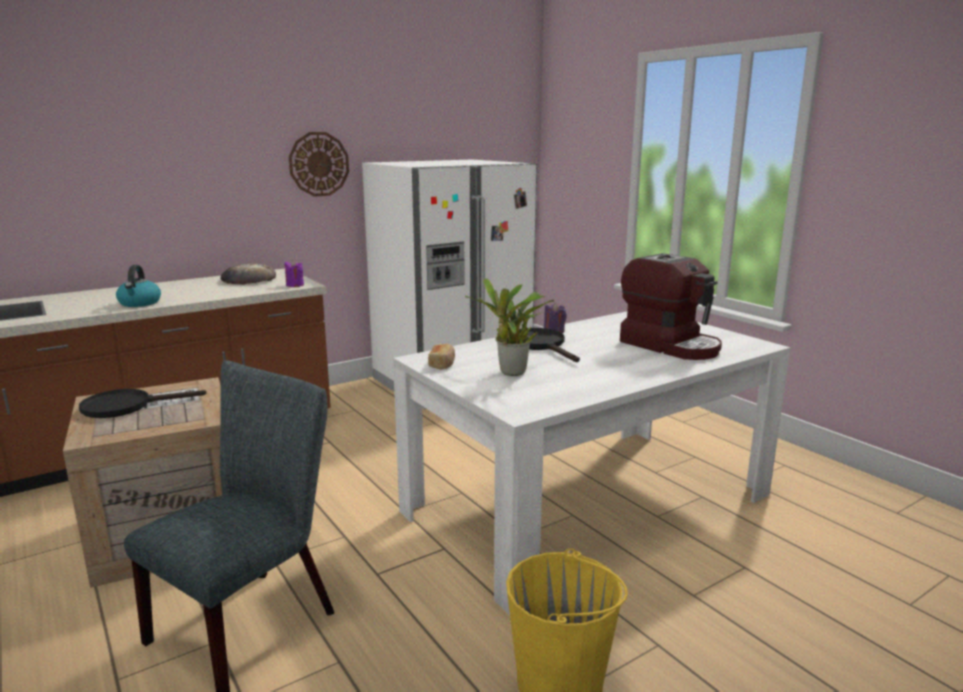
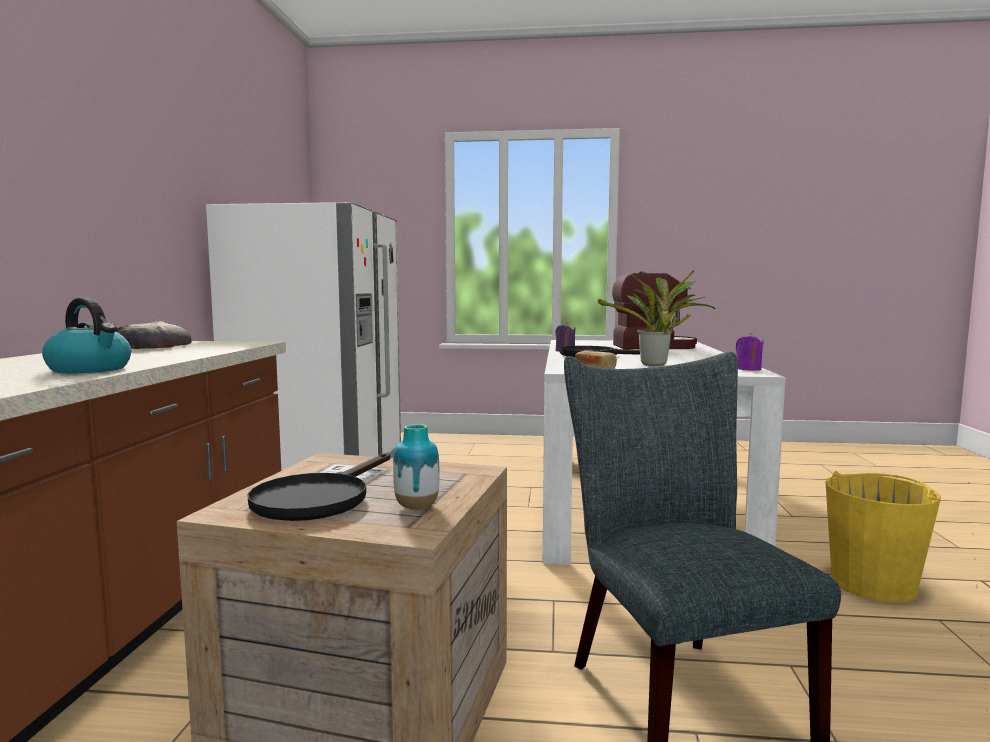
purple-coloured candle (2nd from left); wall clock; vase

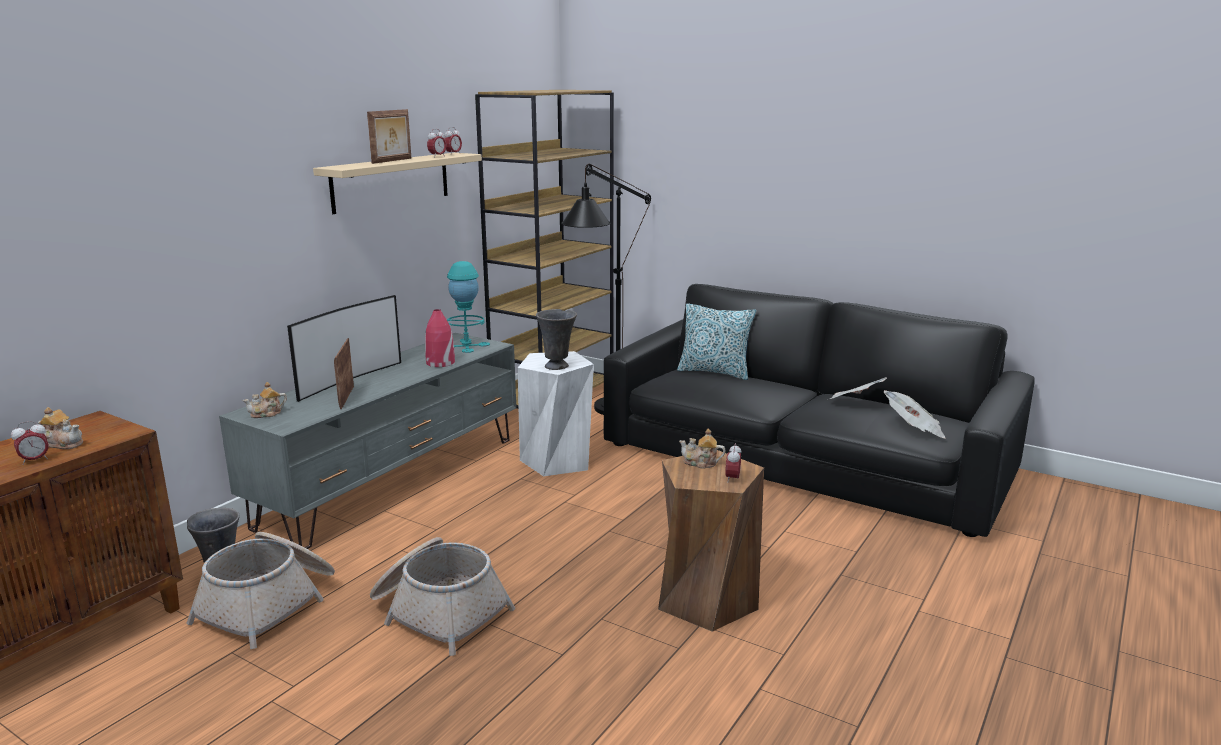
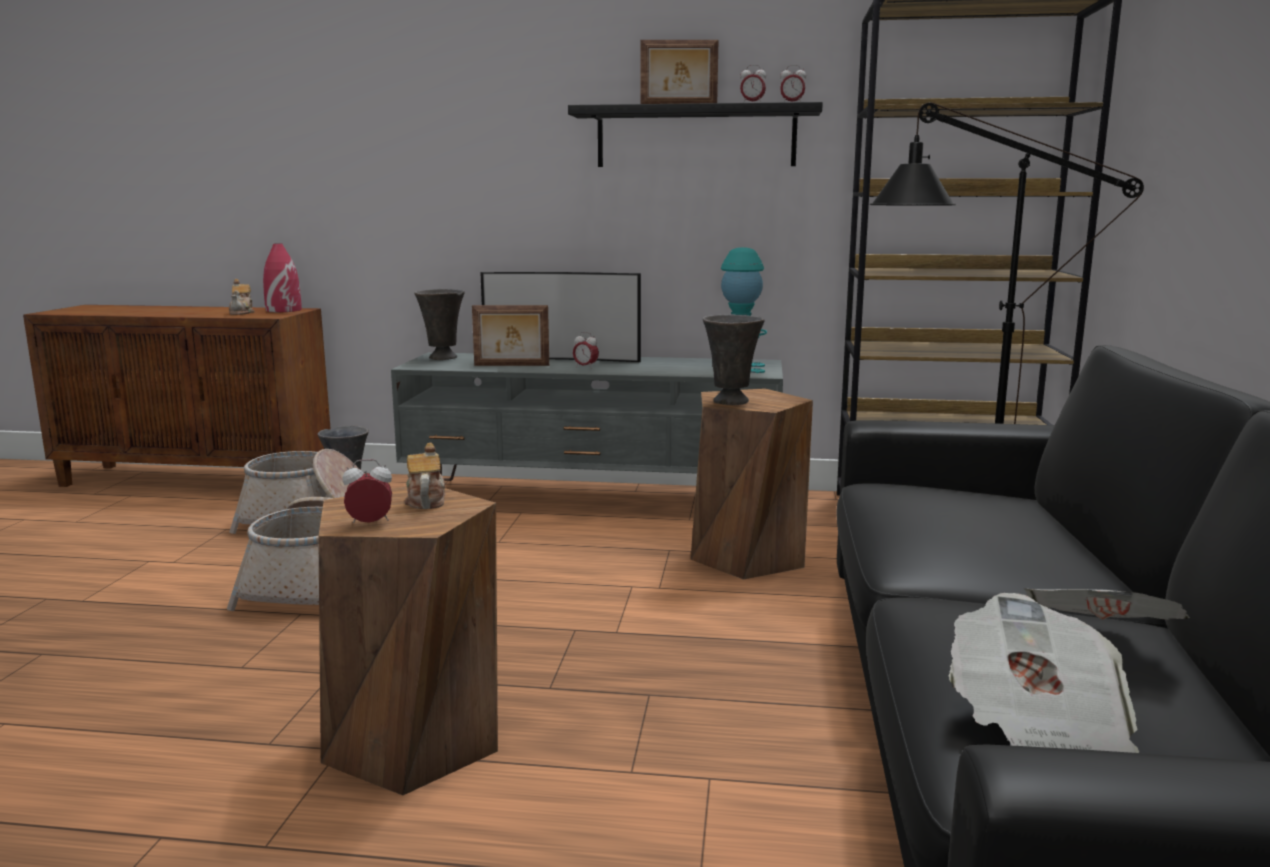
bedside clock (2nd from left); greyish vase (2nd from left); black wall shelf; standing frame (1st from left); reddish vase; brownish stool (2nd from left); cushion

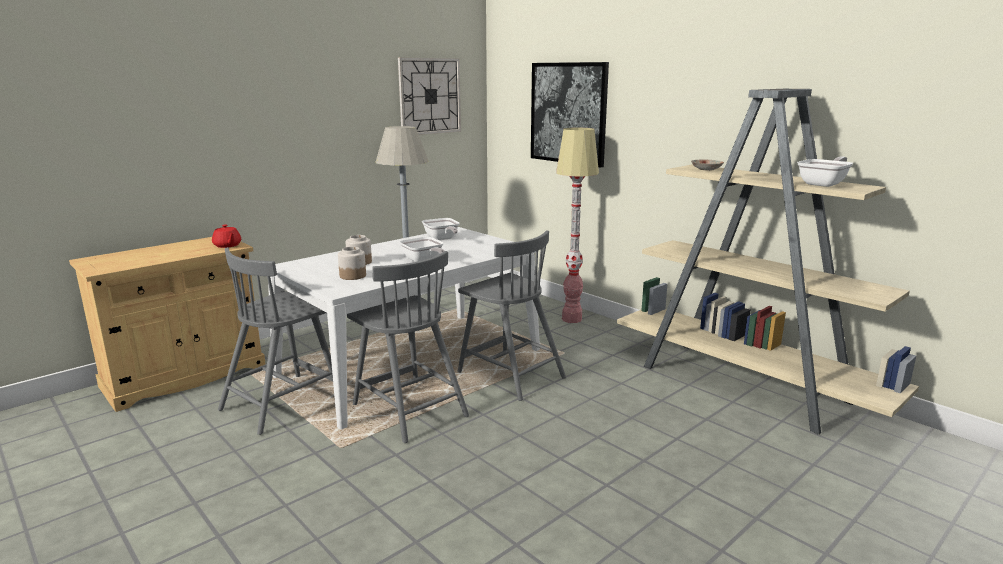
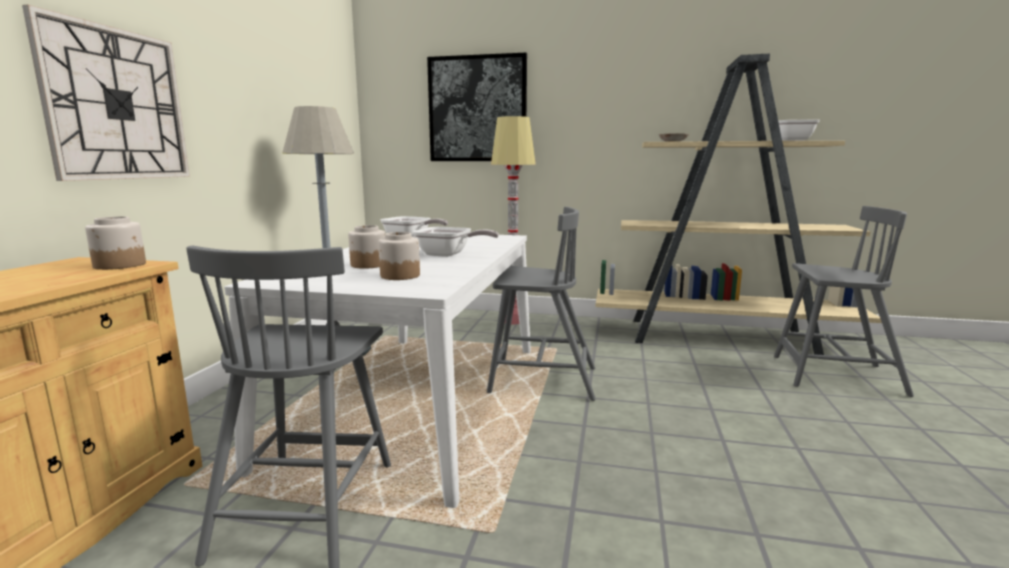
jar (1st from left); greyish plain chair (3rd from left); wall clock

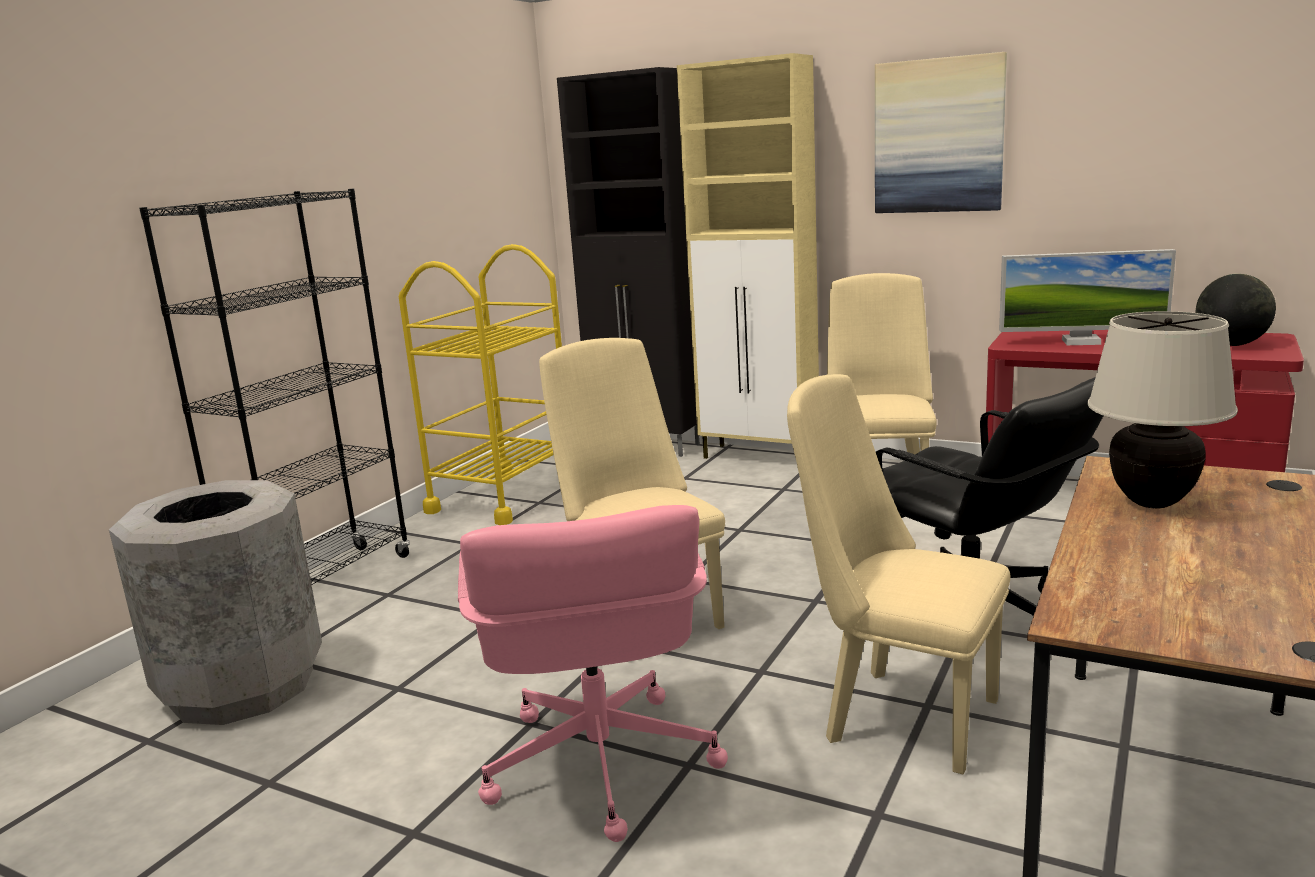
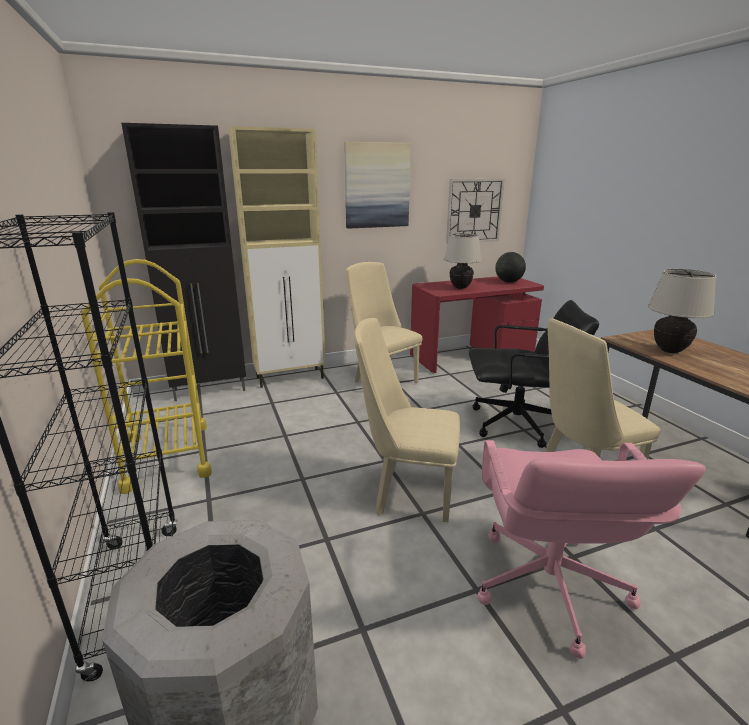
pink computer chair; beige lamp for a table (1st from left); wall clock

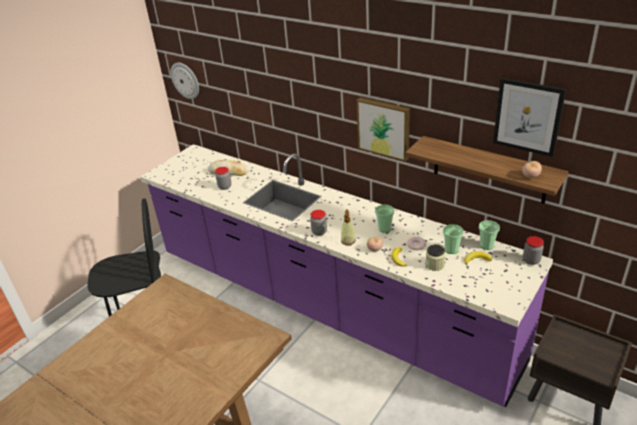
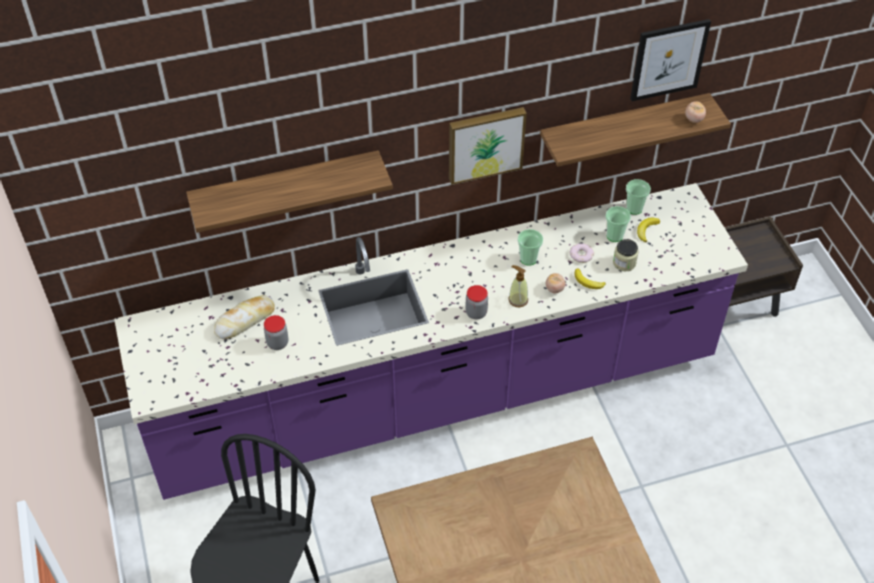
wall clock; jar (4th from left in the first image); wall shelf (1st from left)

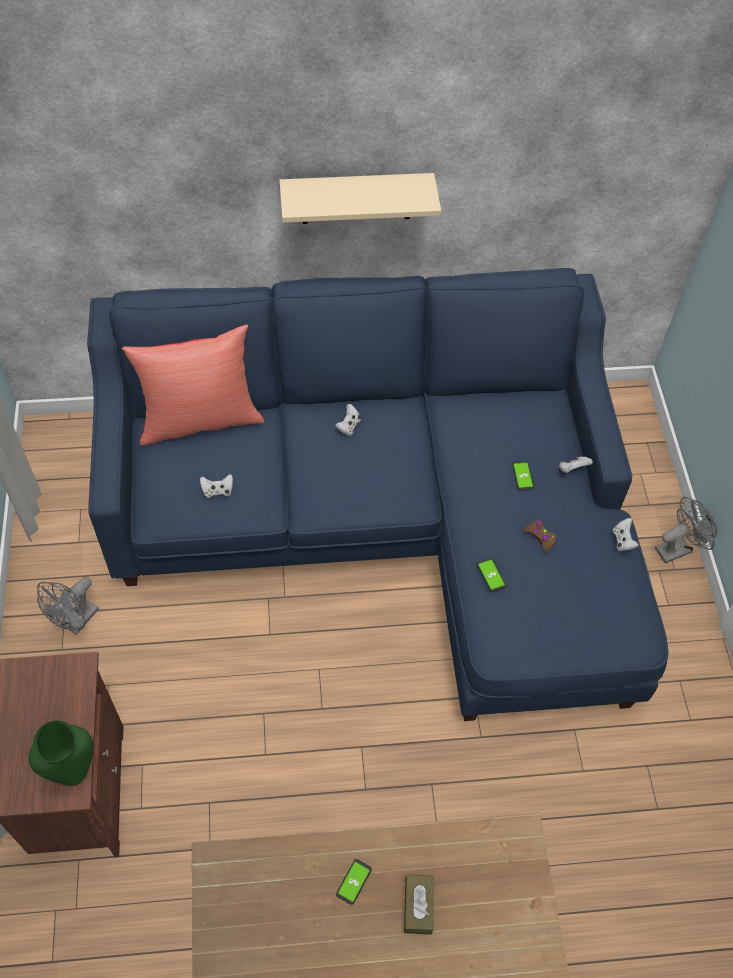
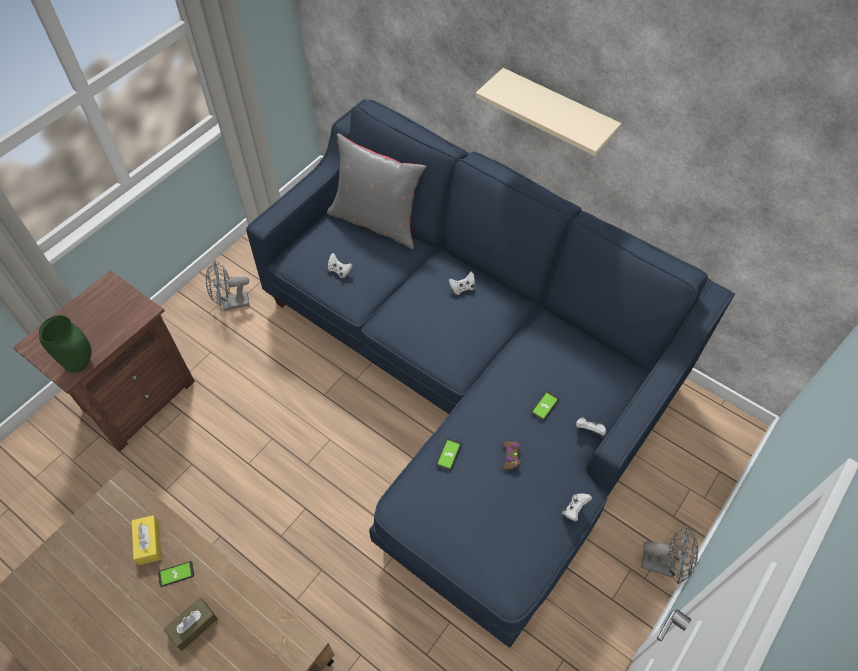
greyish cushion; yellow-coloured box of tissues

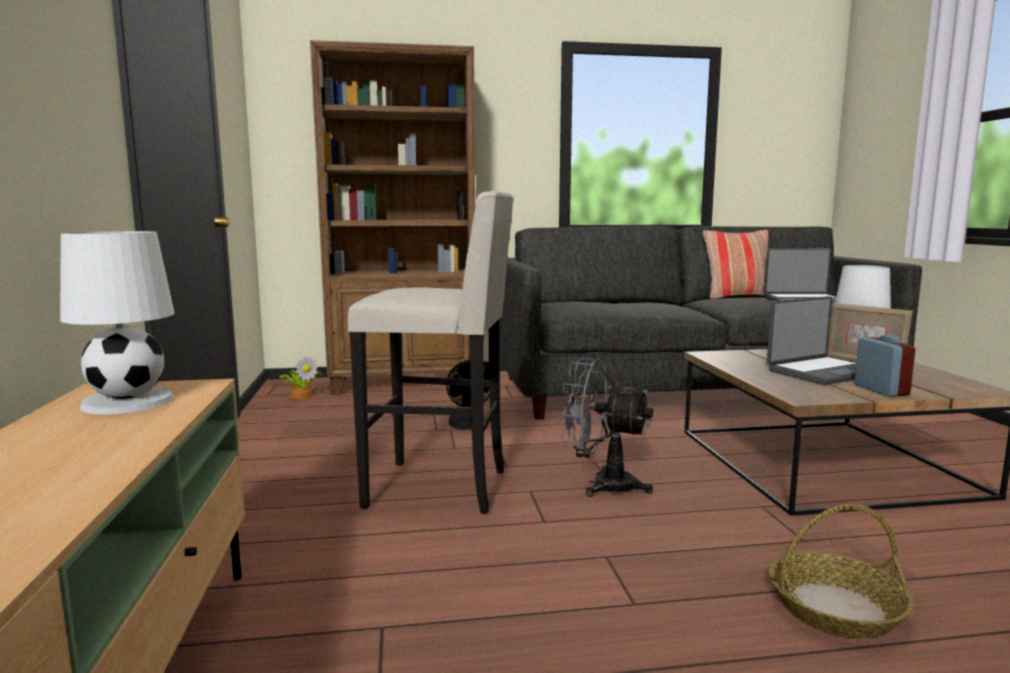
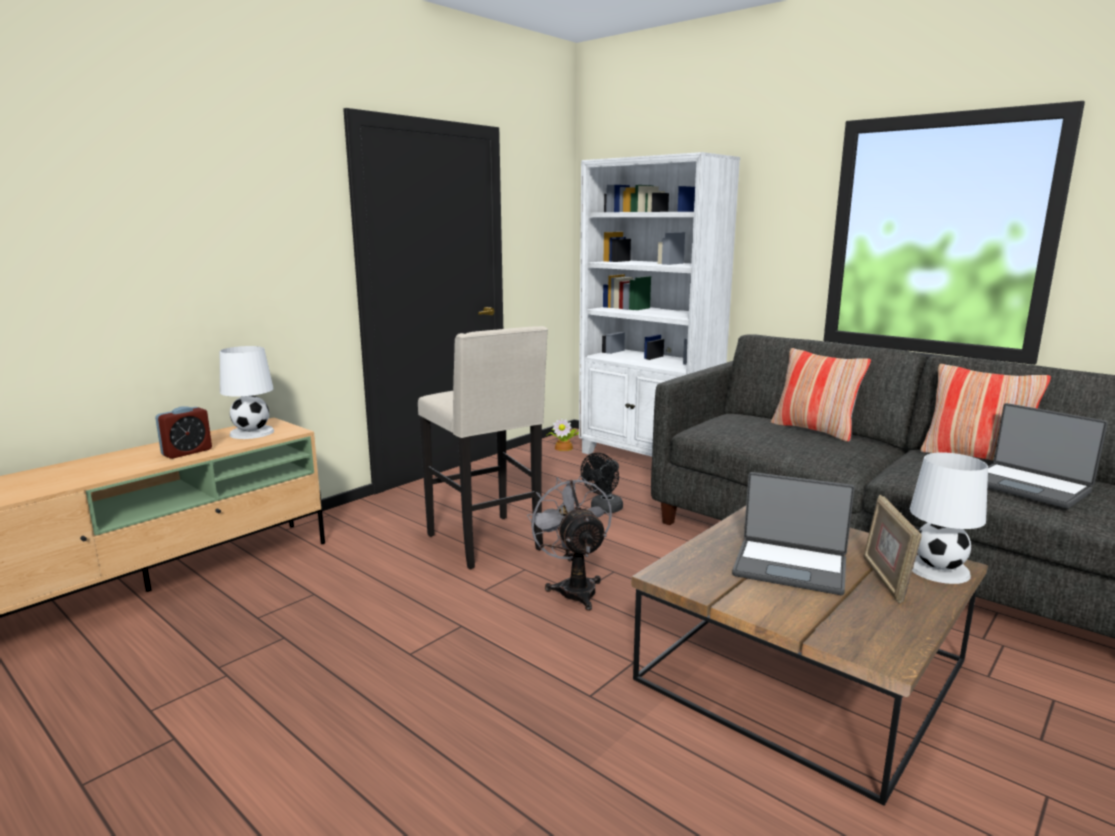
whitish bookshelf; basket; bedside clock; cushion (1st from left)

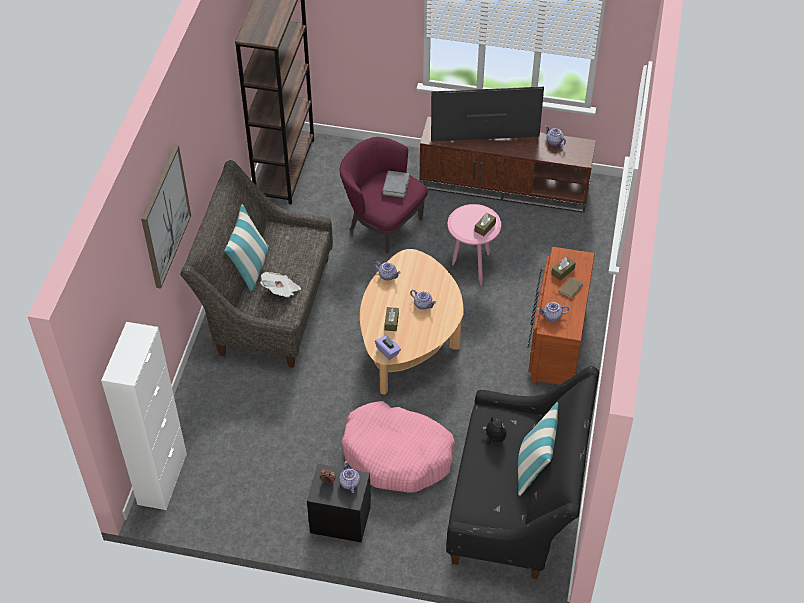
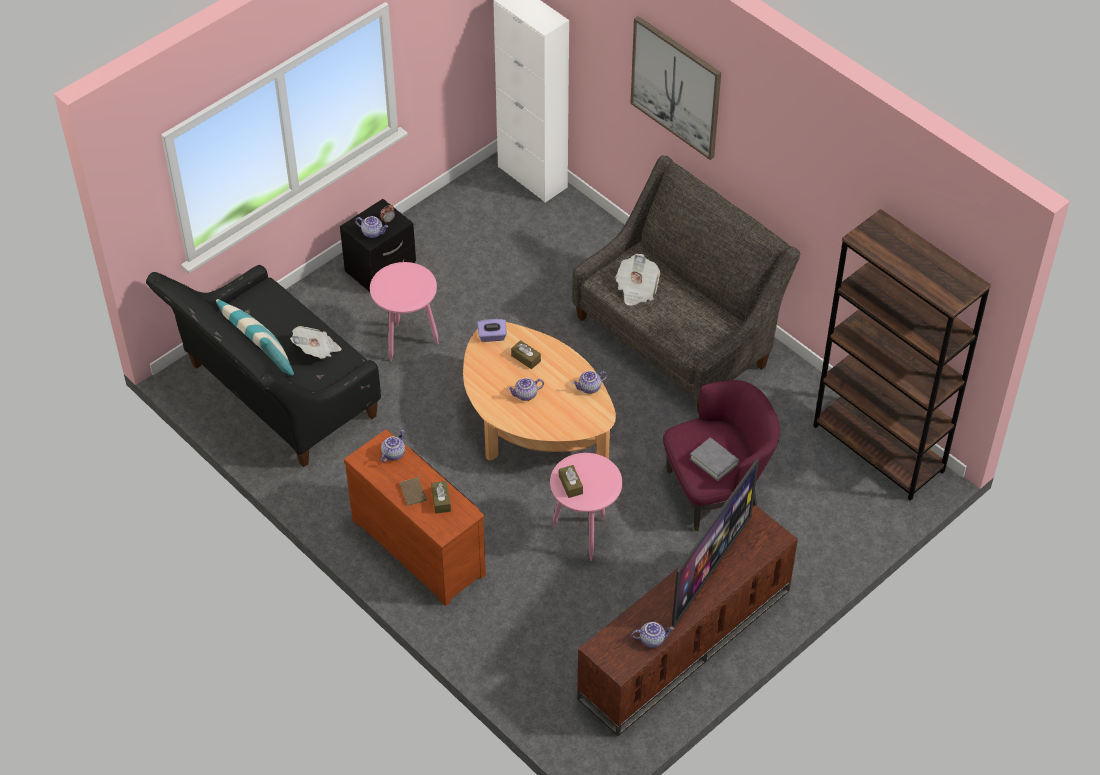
cushion (1st from left in the first image); pink end table (1st from left); daily paper (1st from left)

